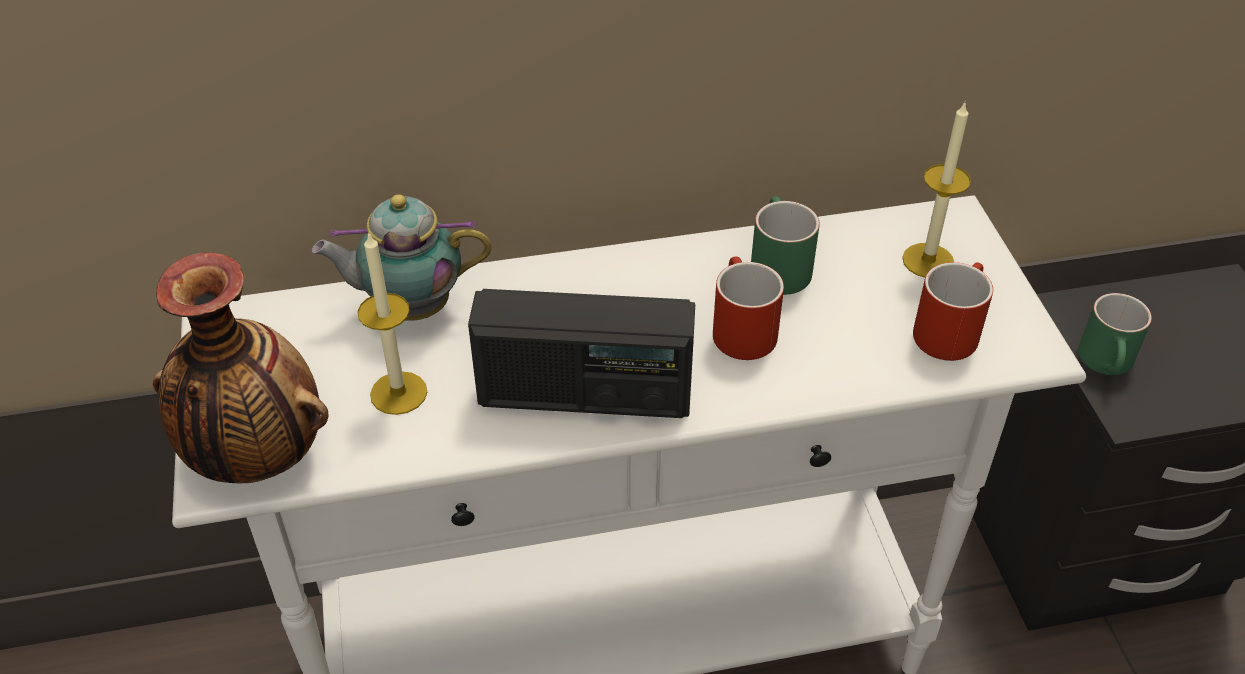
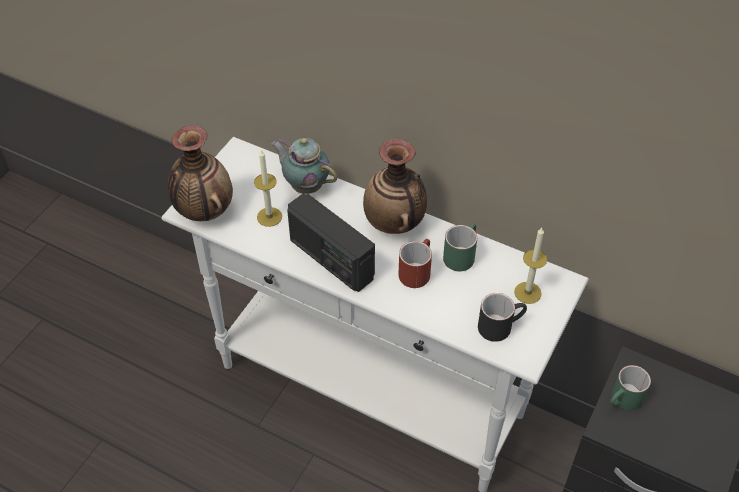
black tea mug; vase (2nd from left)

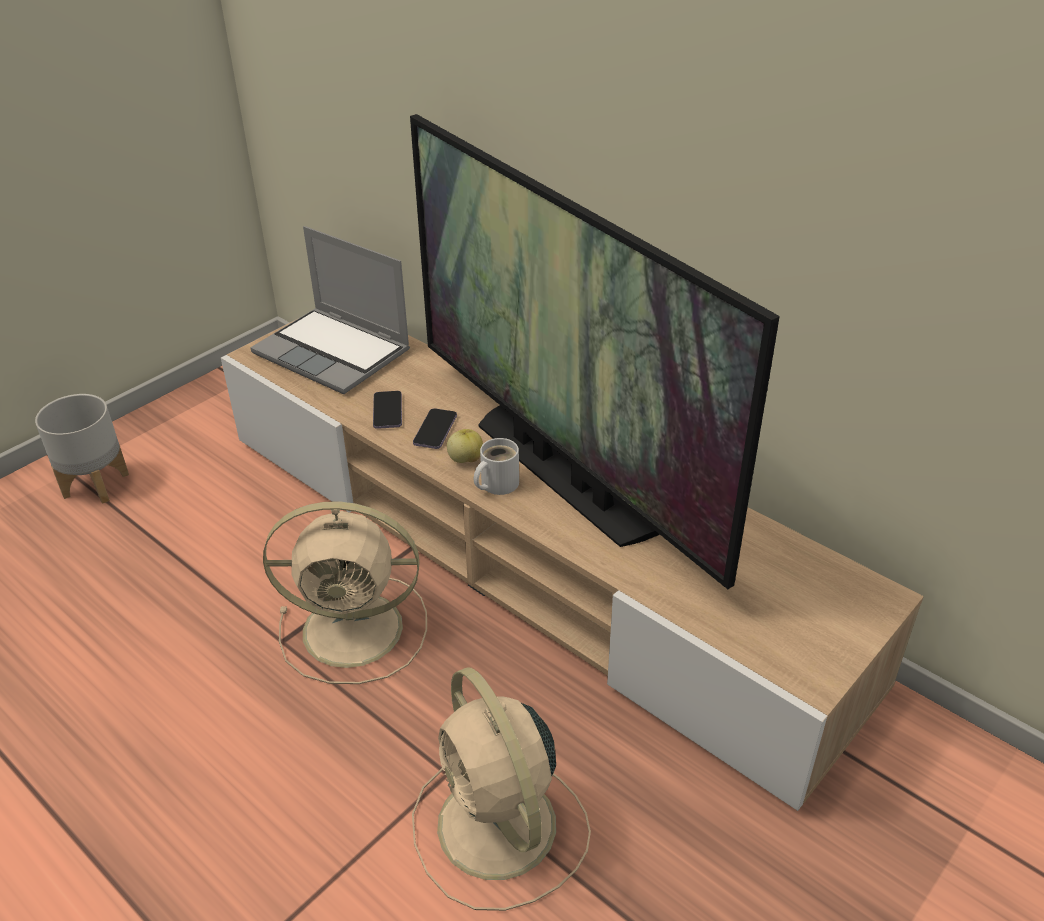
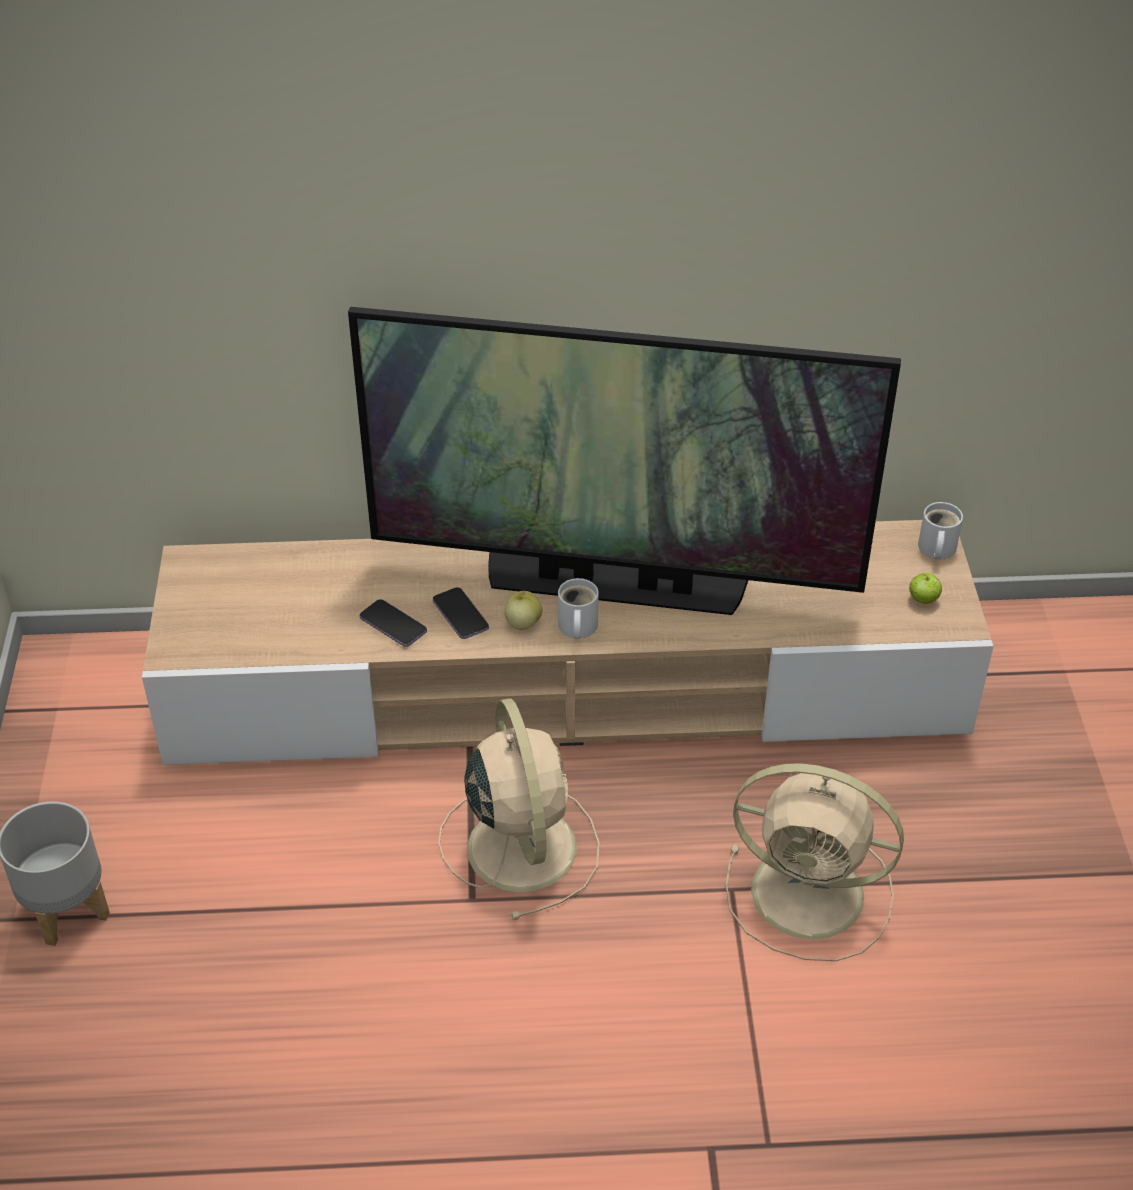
laptop; beige fan (1st from left); whole apple (2nd from left); whitish tea mug (2nd from left)

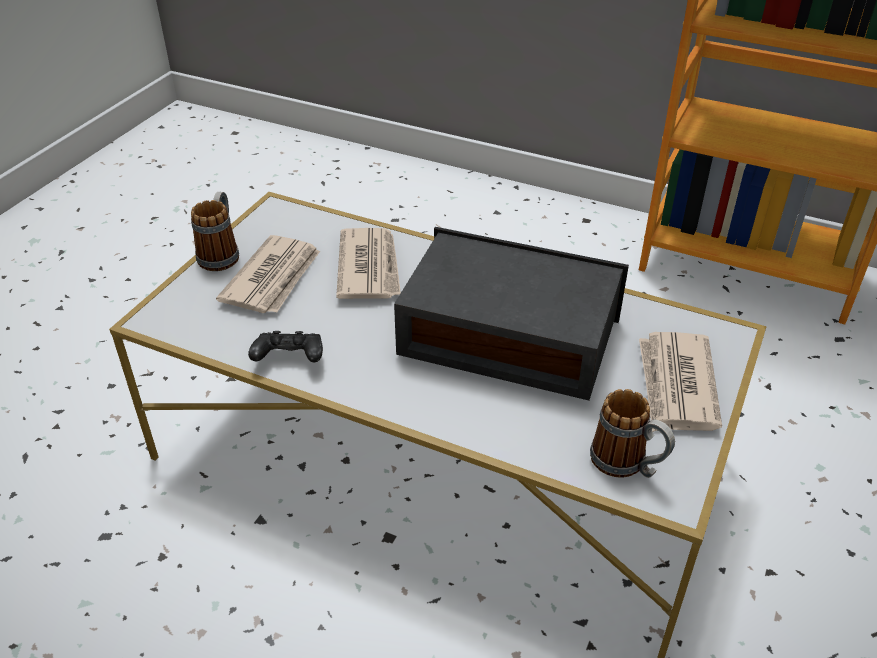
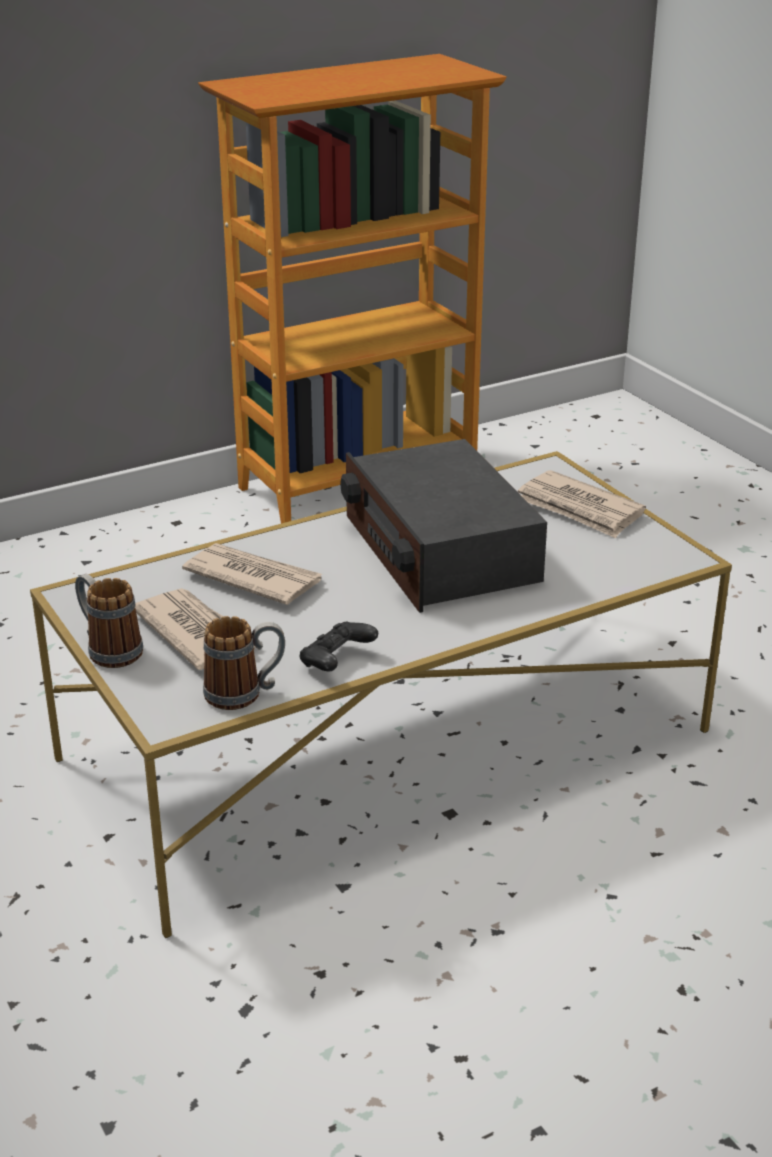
radio receiver; tea mug (2nd from left)

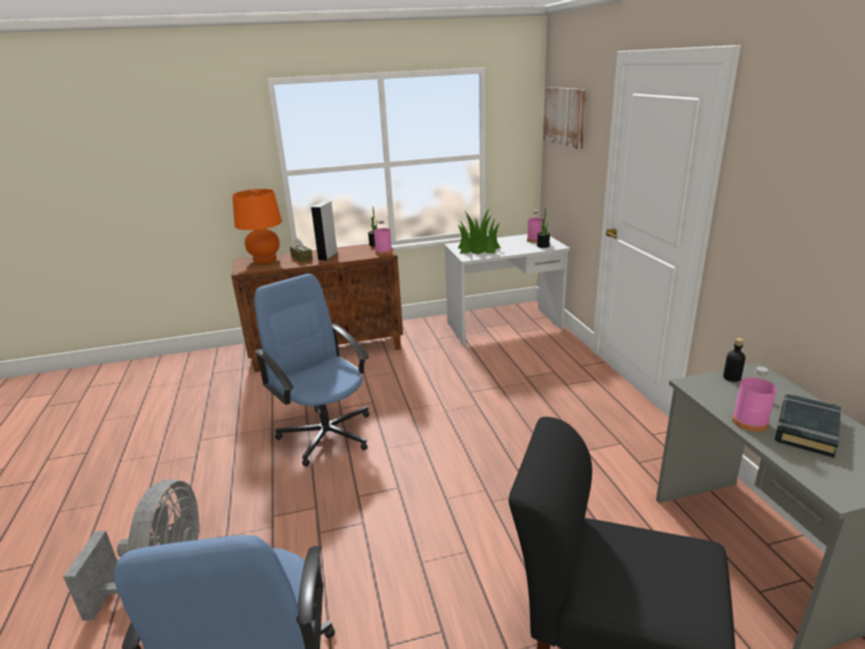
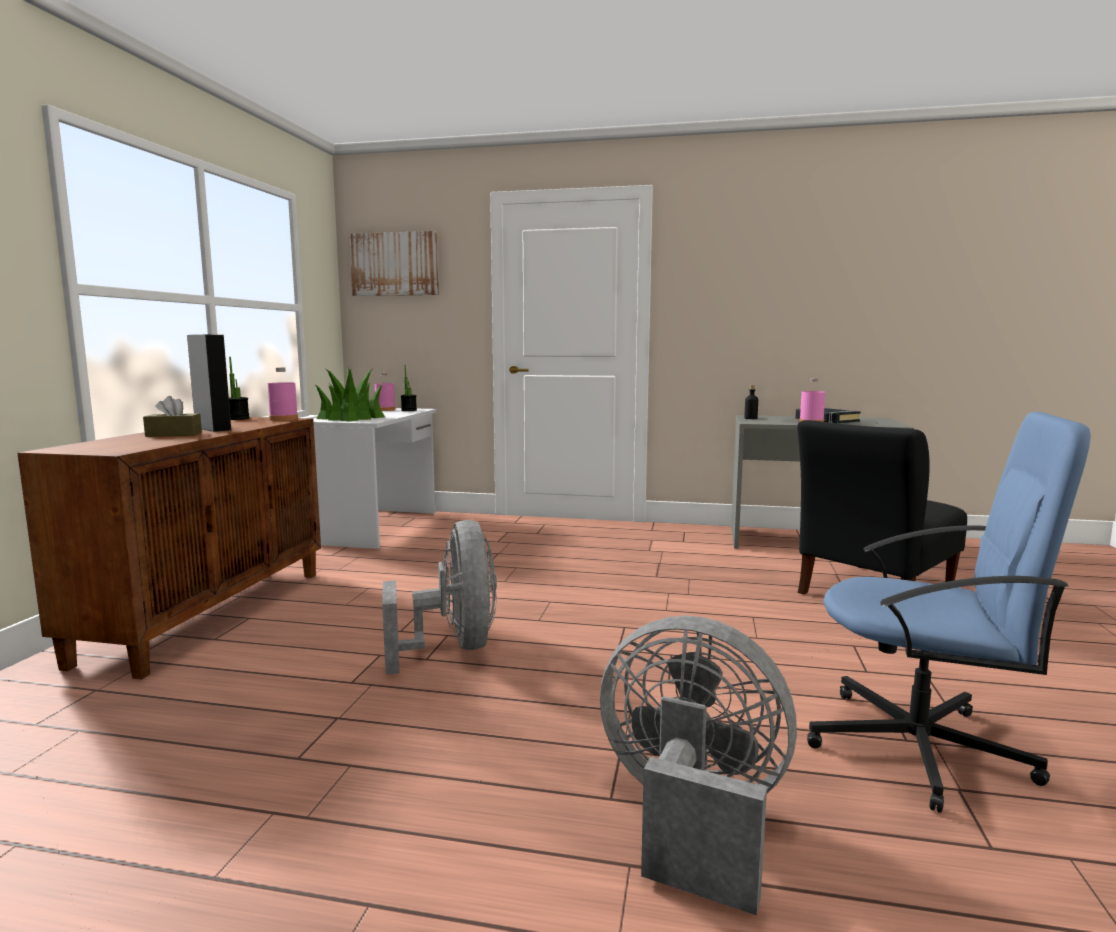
orange lamp for a table; greyish fan (1st from left)

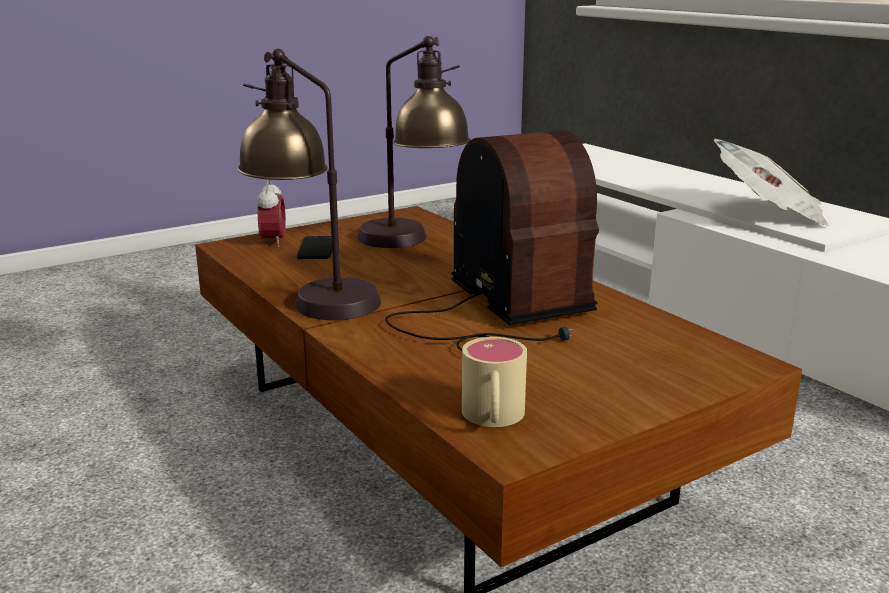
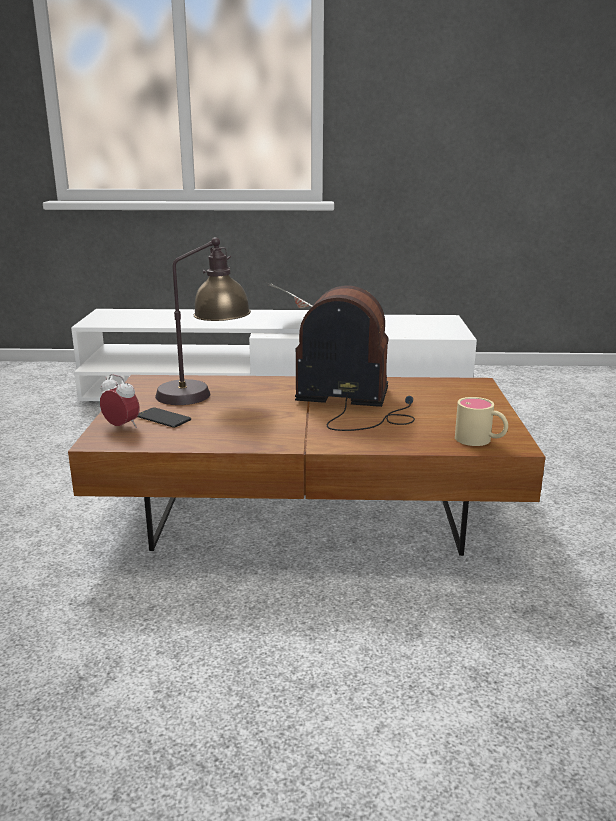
lamp for a table (1st from left in the first image)

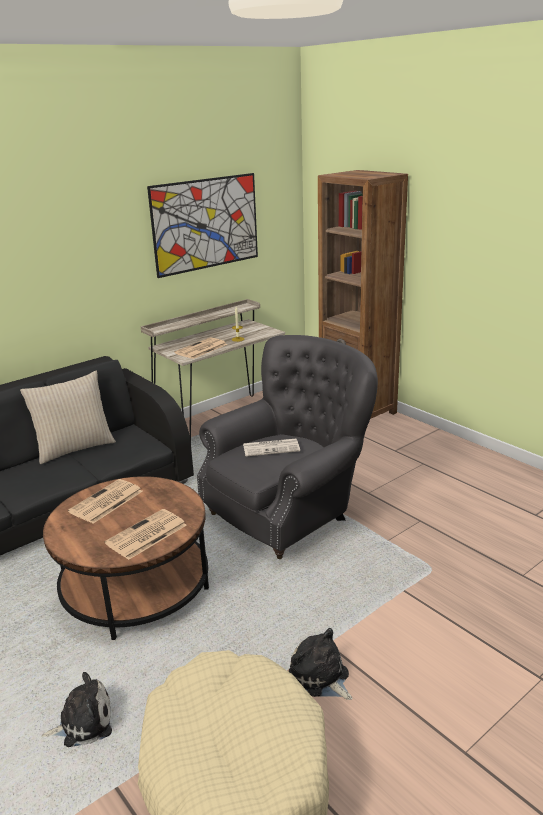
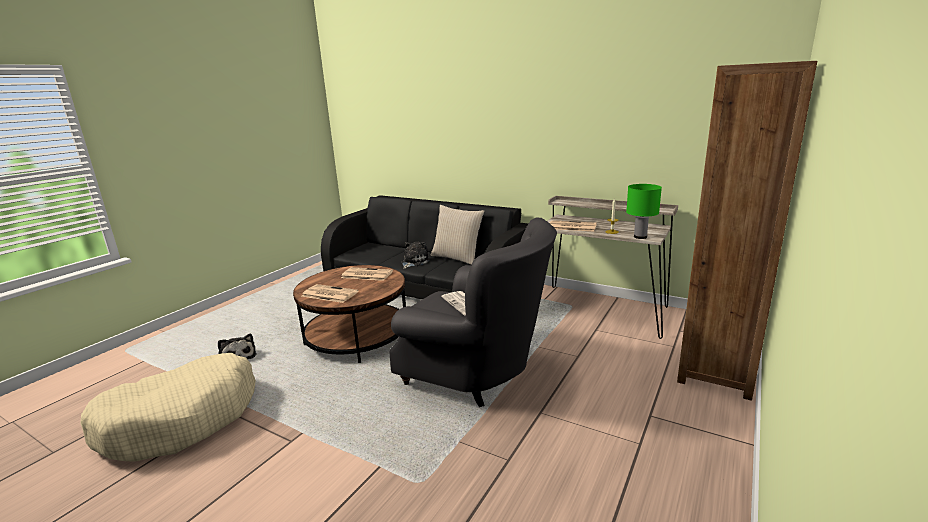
wall art; soft toy (2nd from left); green lamp for a table

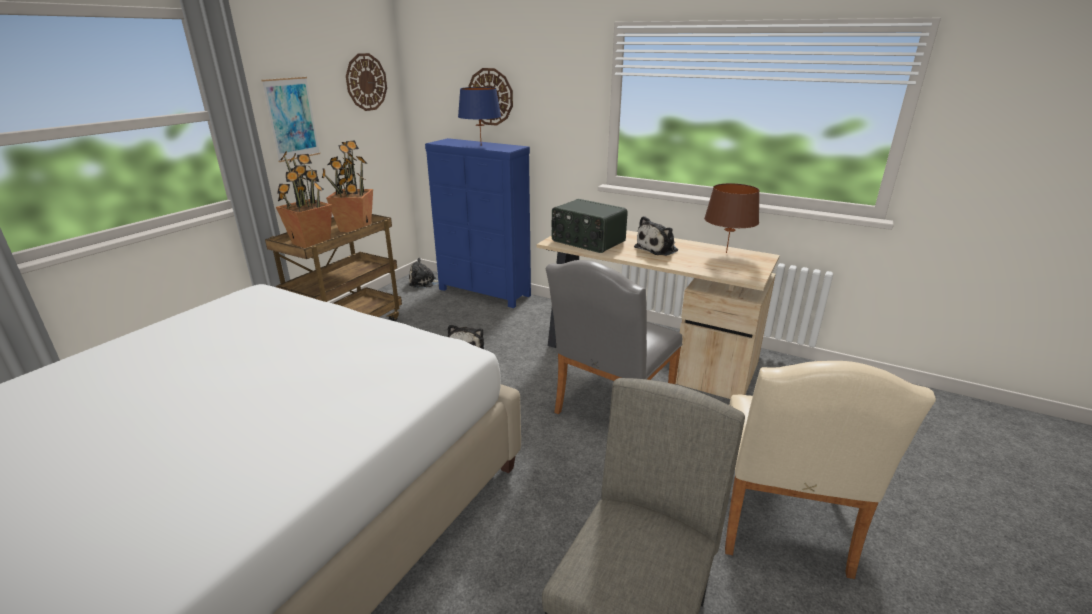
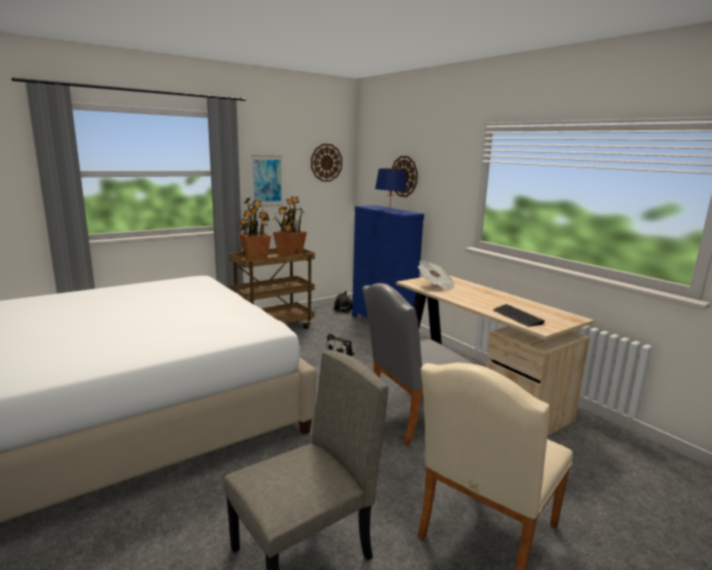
daily paper; soft toy (3rd from left in the first image); brownish lamp for a table; PC keyboard

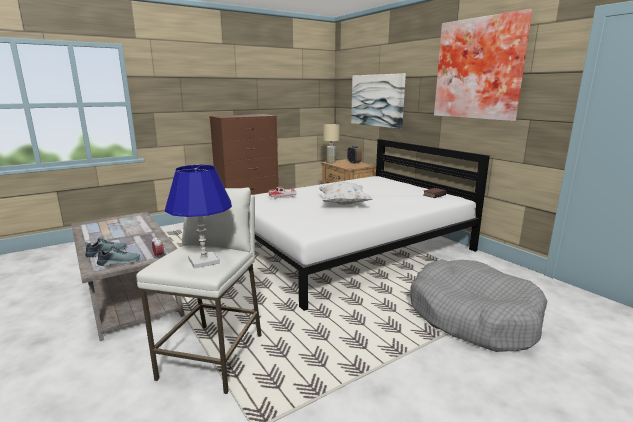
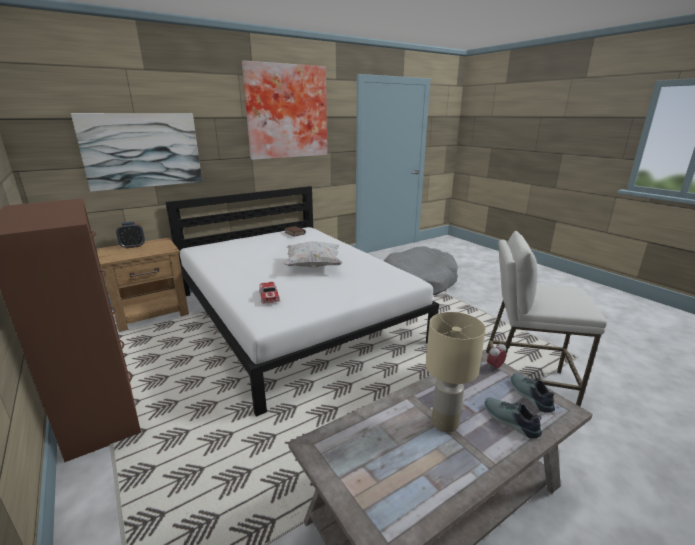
blue lamp for a table; beige lamp for a table

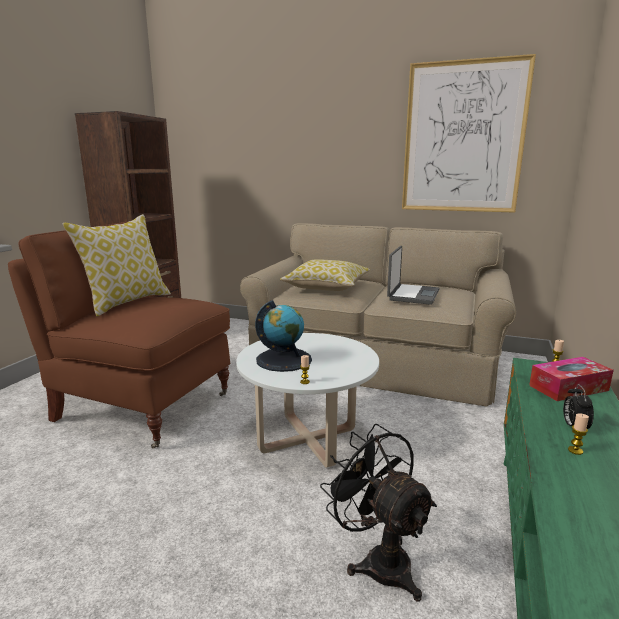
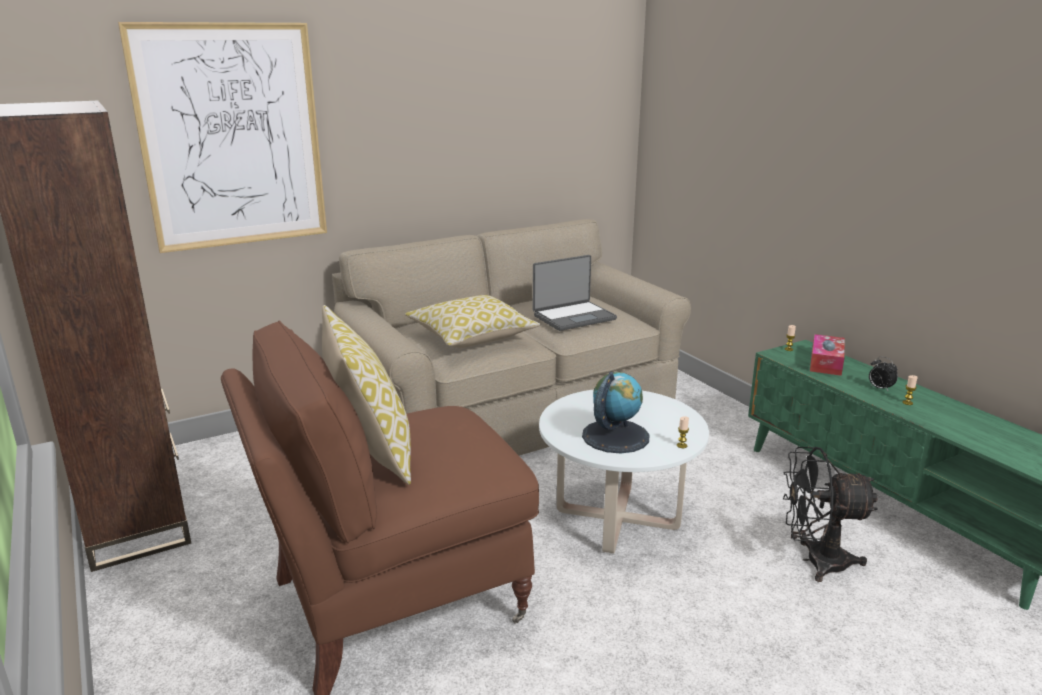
laptop; wall art

